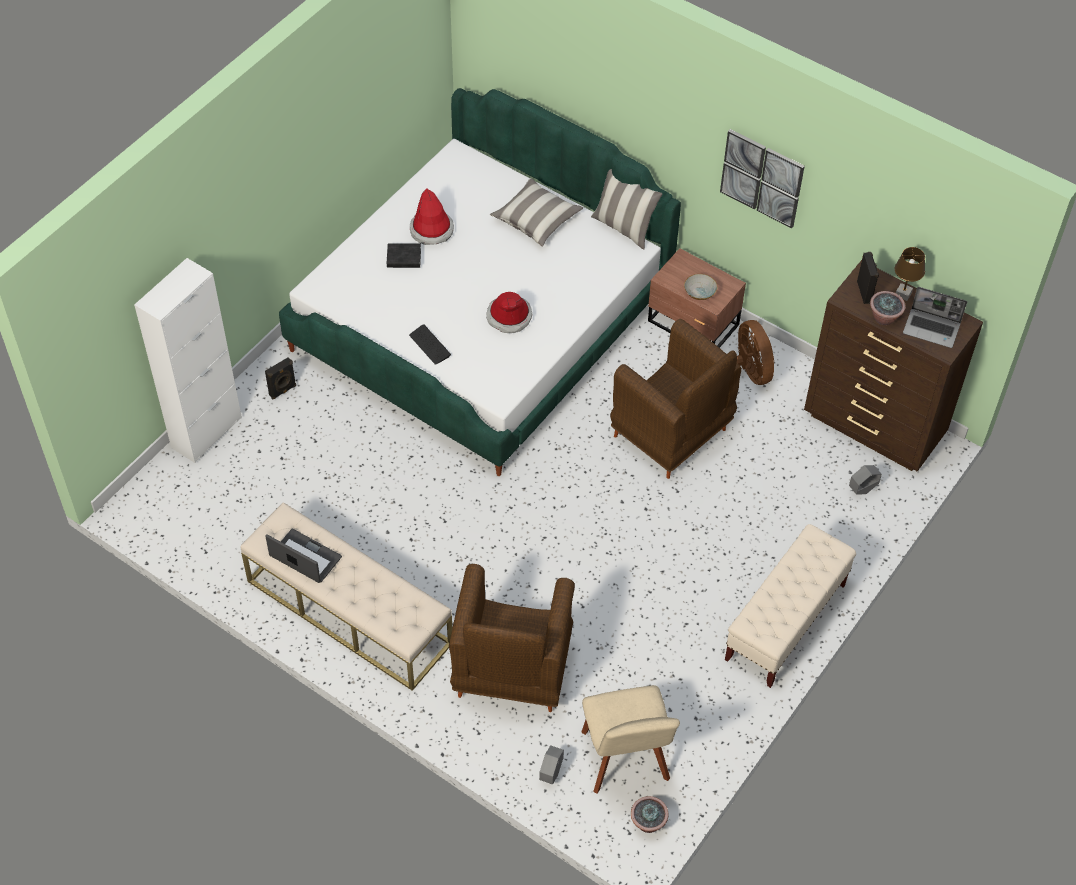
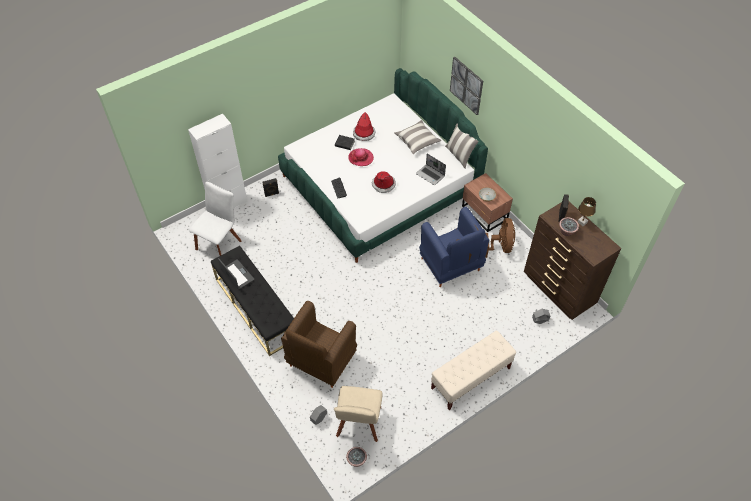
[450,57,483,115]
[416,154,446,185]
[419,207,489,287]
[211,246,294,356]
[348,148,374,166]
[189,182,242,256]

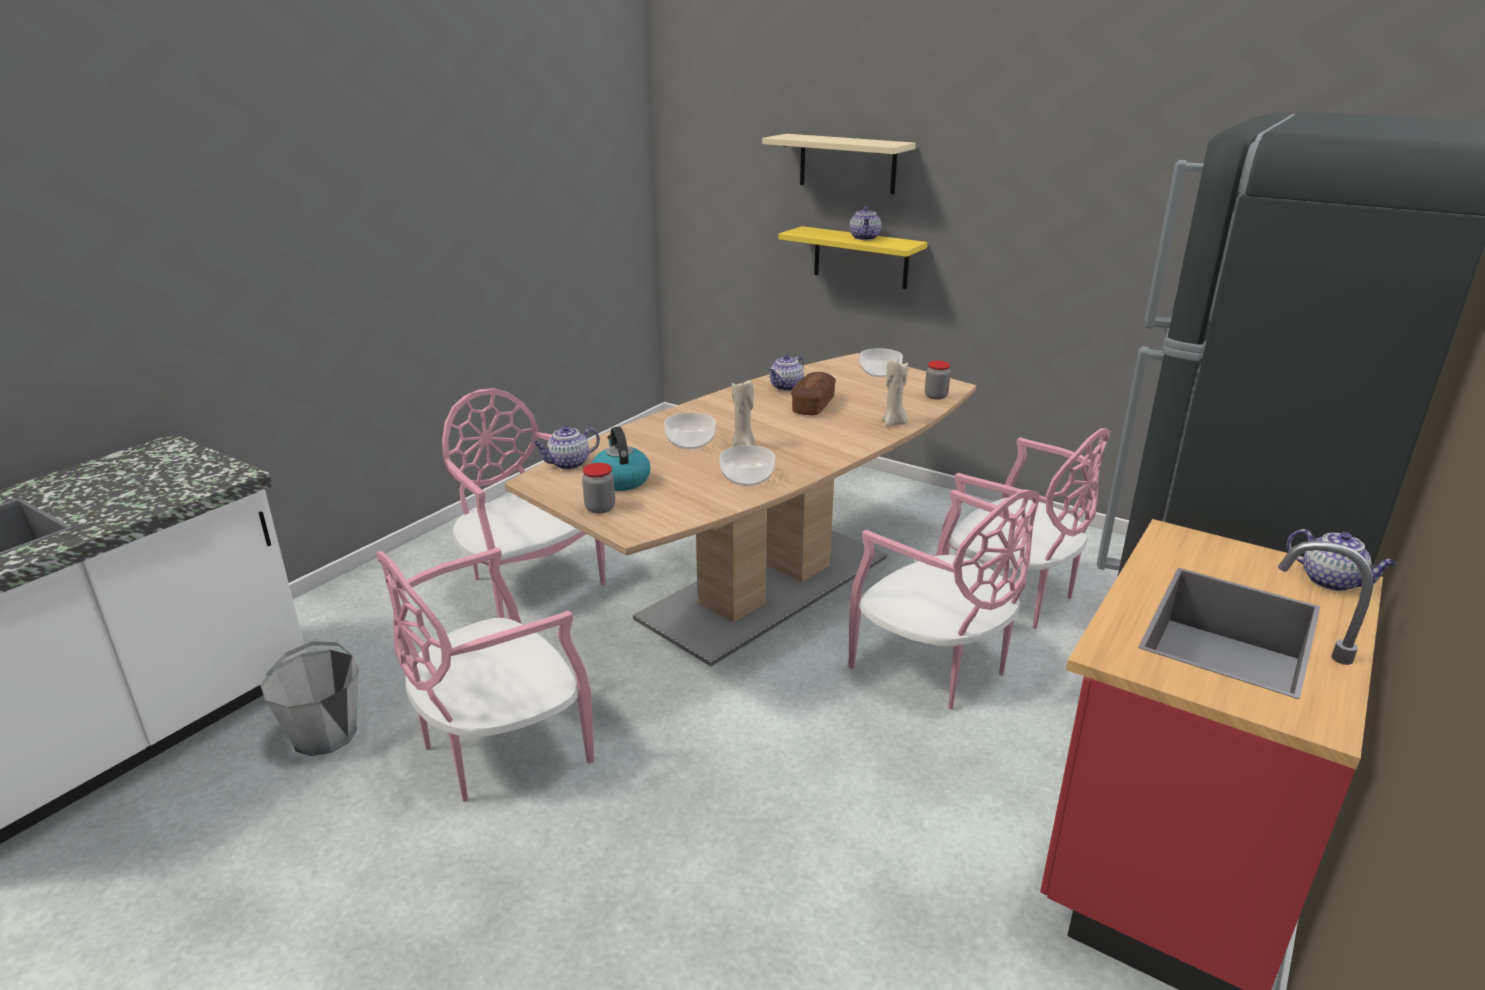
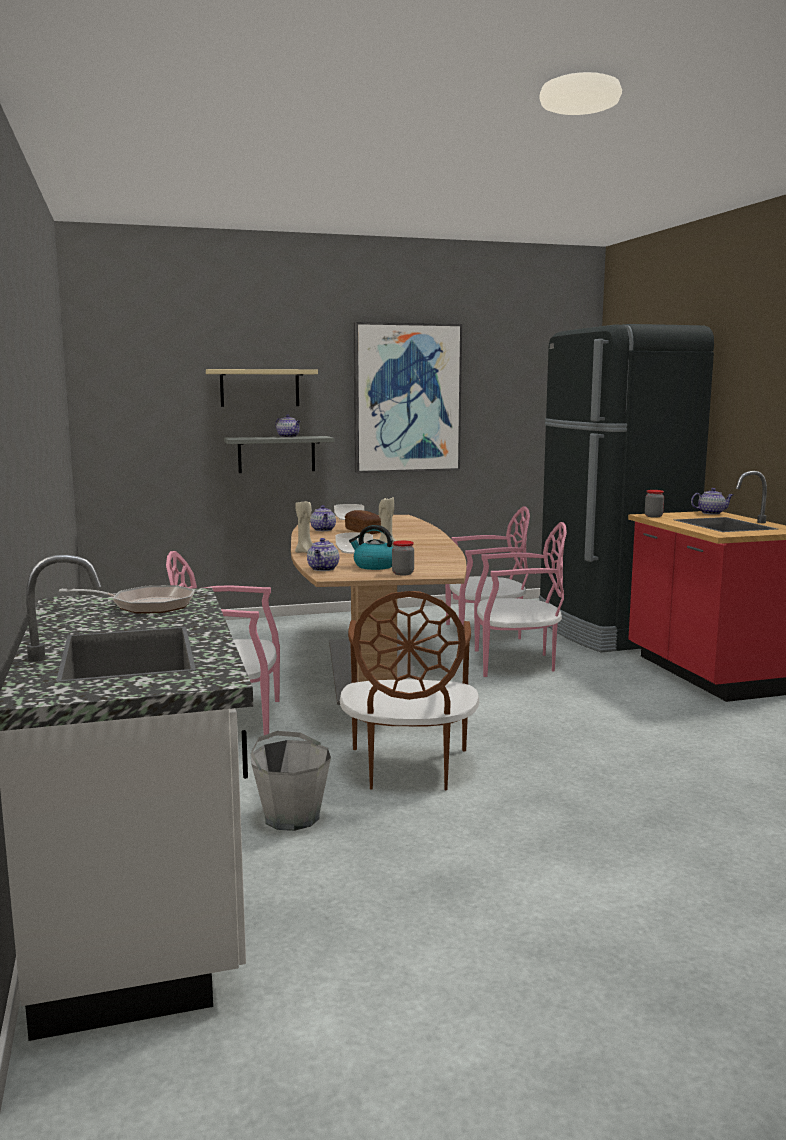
[224,436,334,473]
[295,501,313,553]
[645,490,664,518]
[720,445,775,486] (first image)
[340,591,479,790]
[354,322,462,473]
[59,585,195,613]

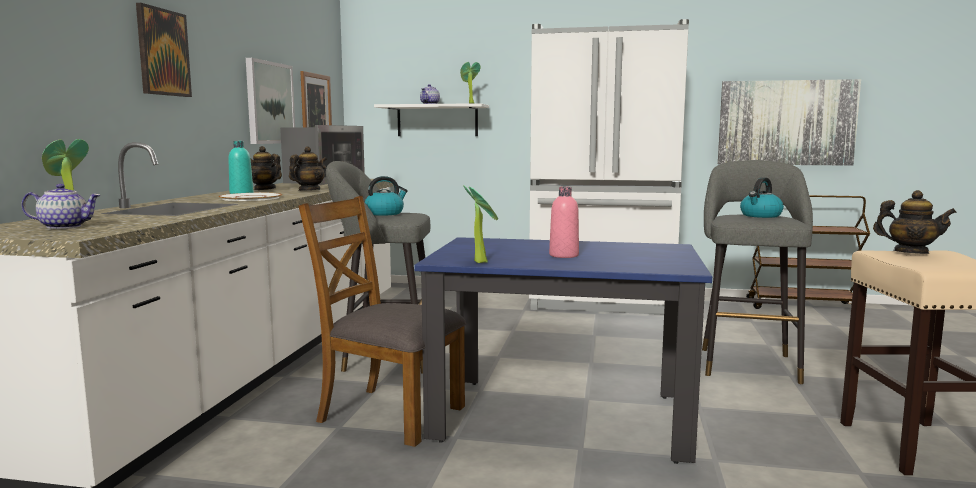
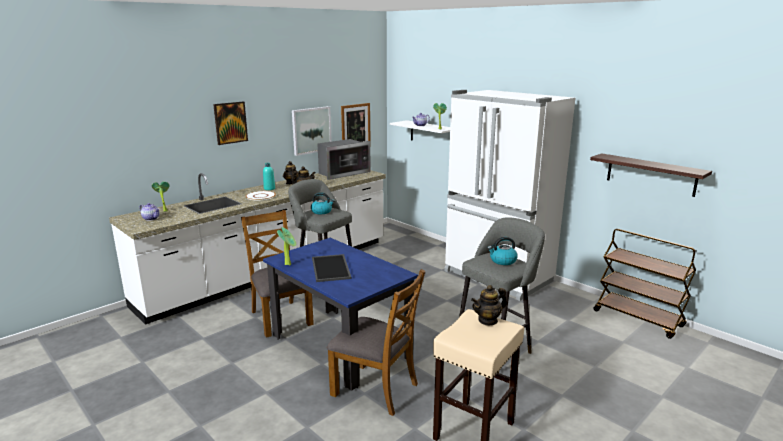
[590,153,712,197]
[312,254,352,282]
[471,285,507,326]
[327,269,425,416]

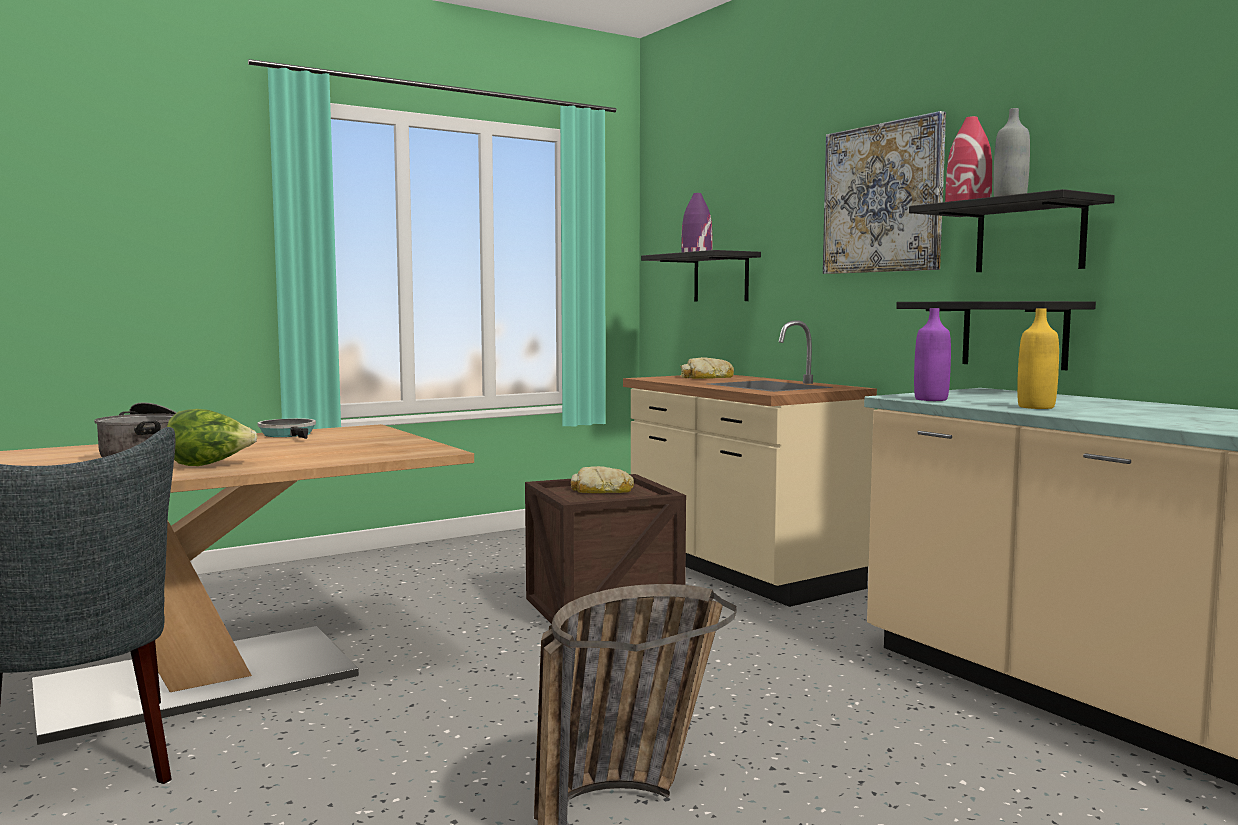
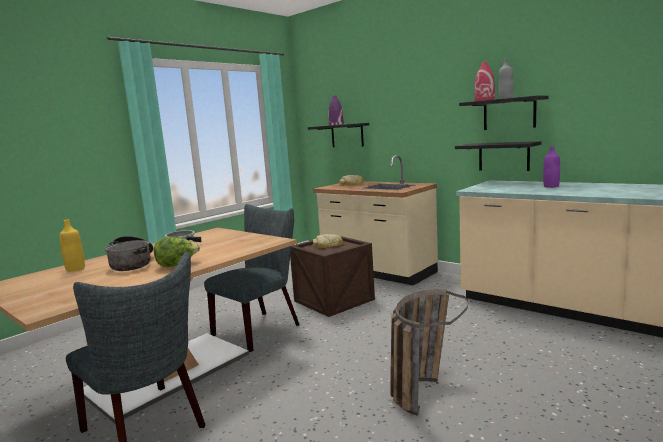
[823,111,946,274] (first image)
[543,146,560,188]
[59,219,85,272]
[204,204,299,352]

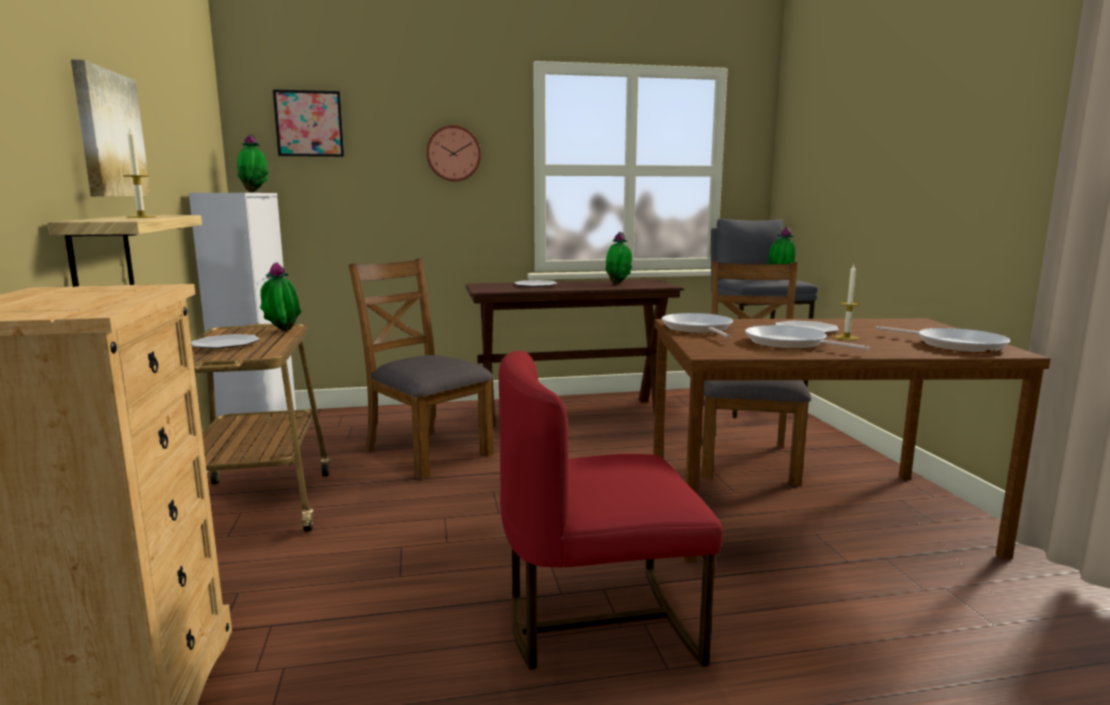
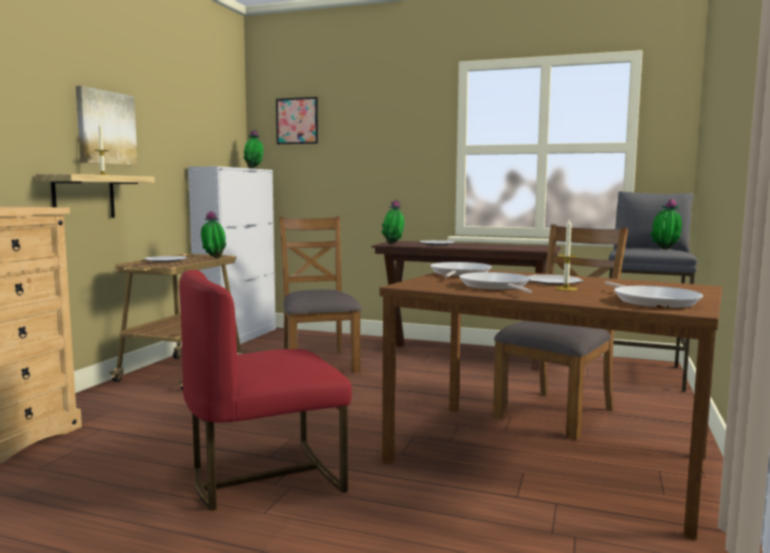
[426,125,481,182] (first image)
[382,200,404,244]
[179,270,352,511]

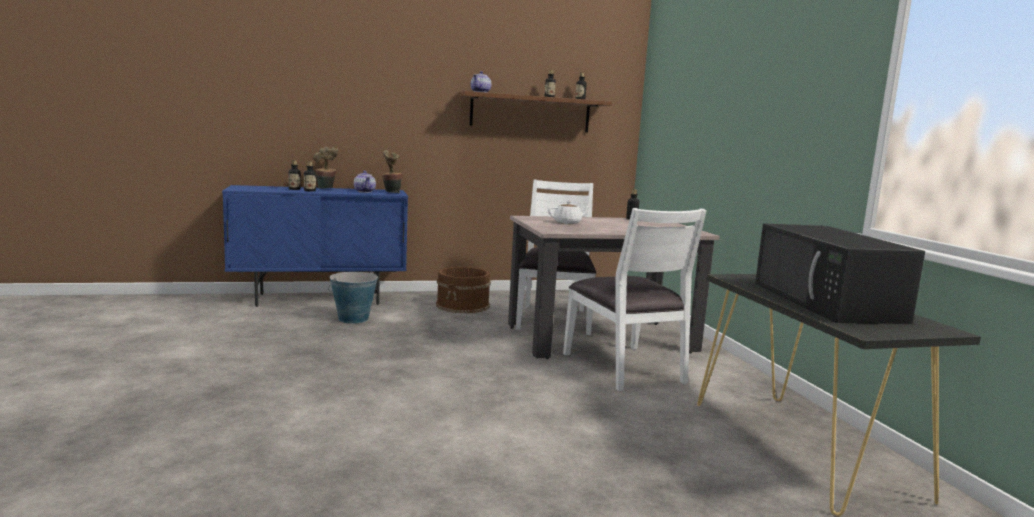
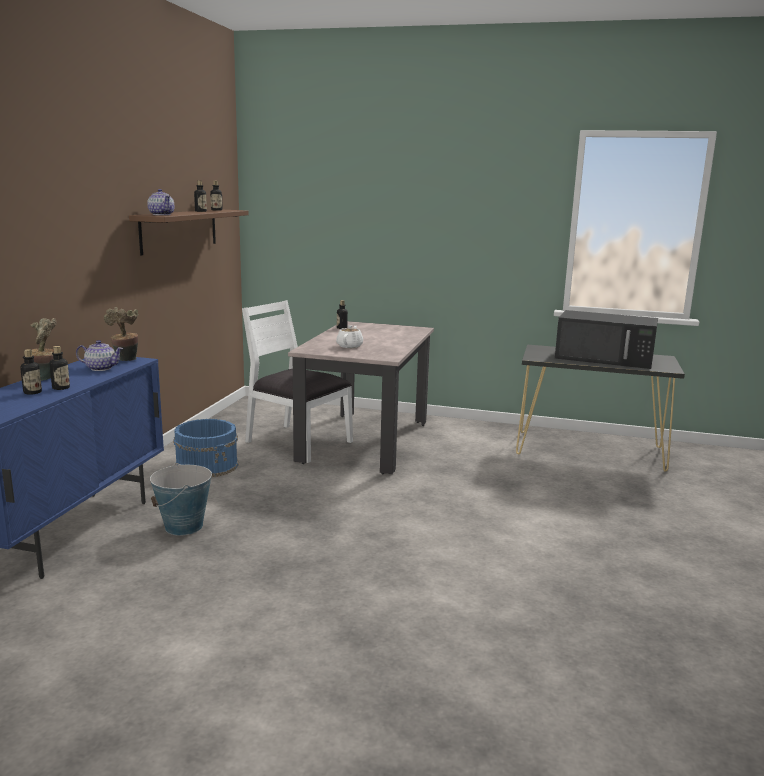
[563,208,706,391] (first image)
[173,419,239,477]

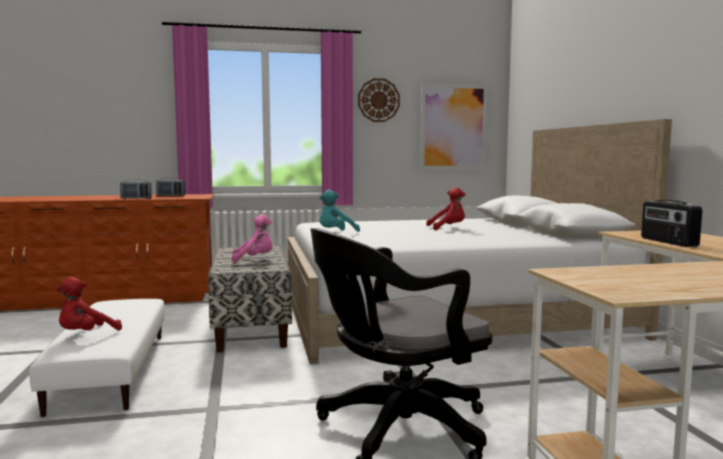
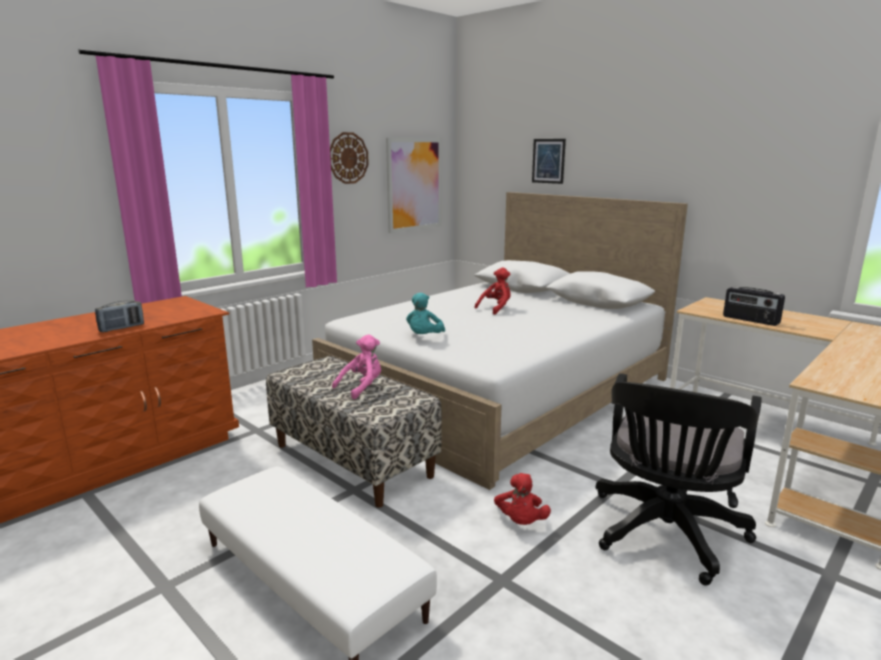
[156,178,185,196] (first image)
[494,473,551,525]
[532,139,566,184]

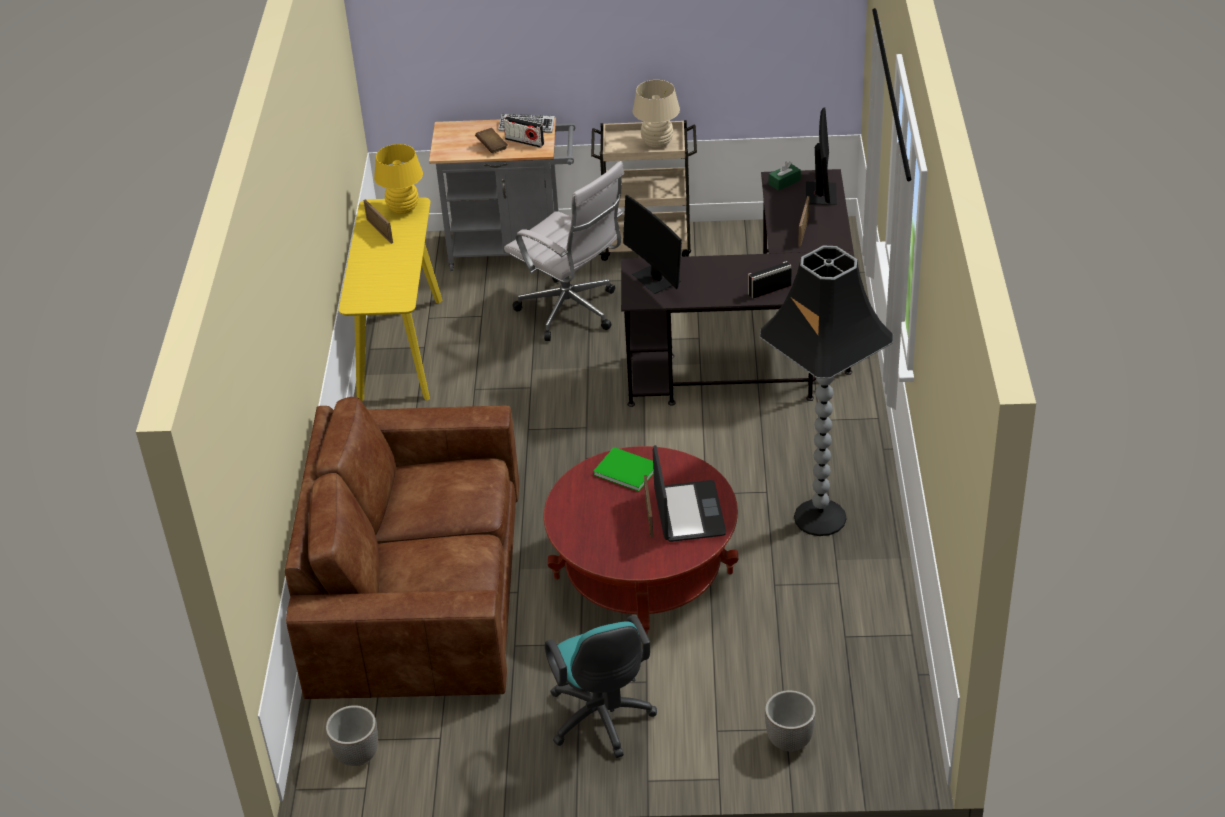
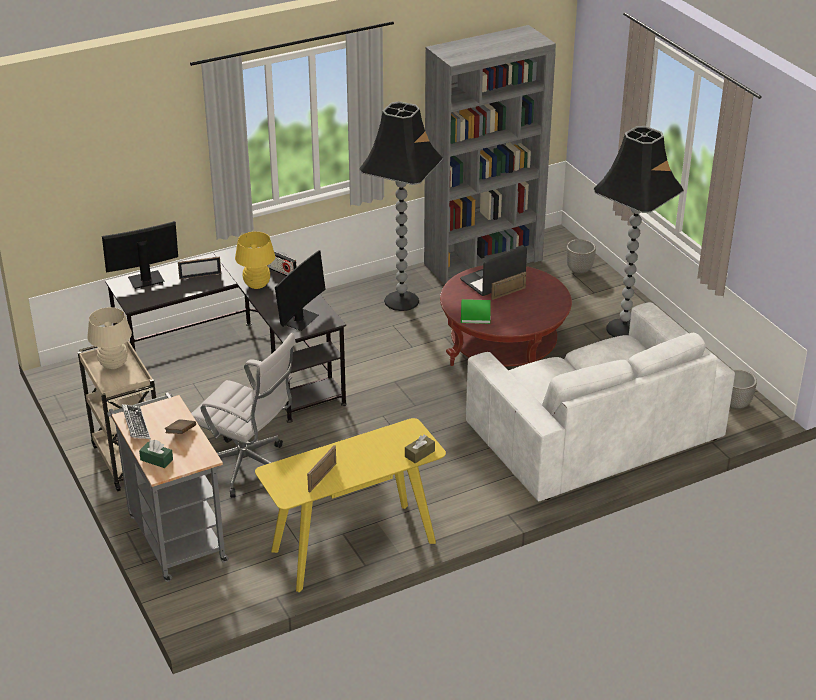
[503,116,544,148] (first image)
[235,232,275,289]
[191,333,296,498]
[139,440,173,468]
[466,302,735,501]
[594,126,684,337]
[424,25,556,285]
[405,434,435,463]

